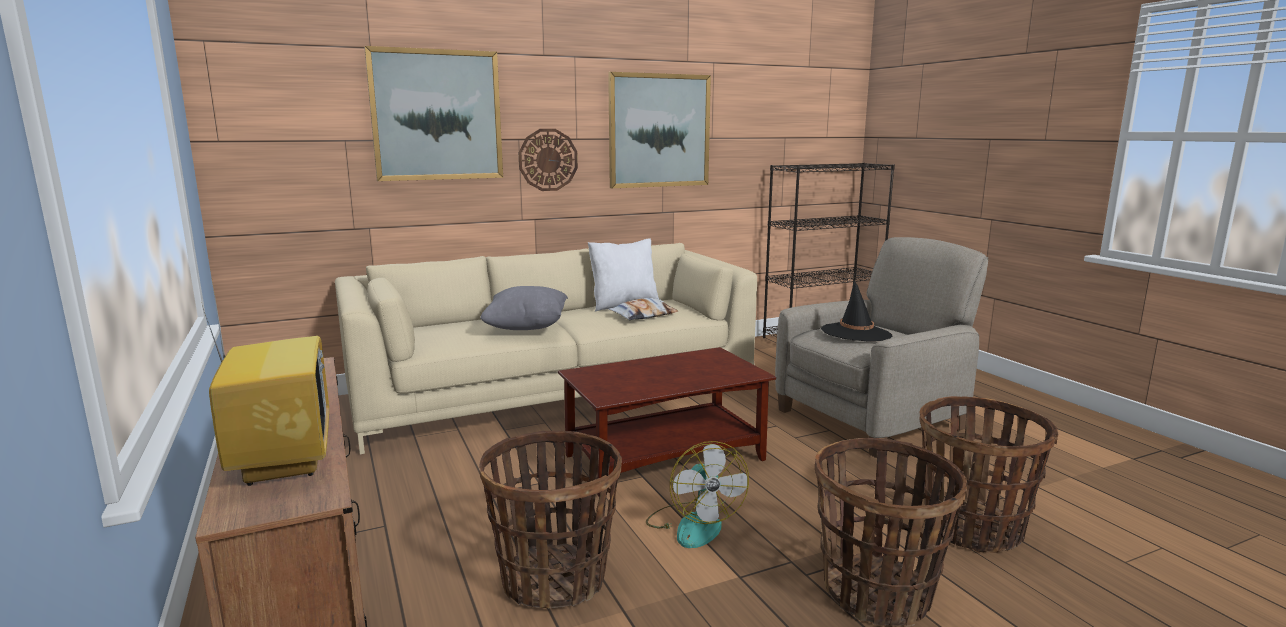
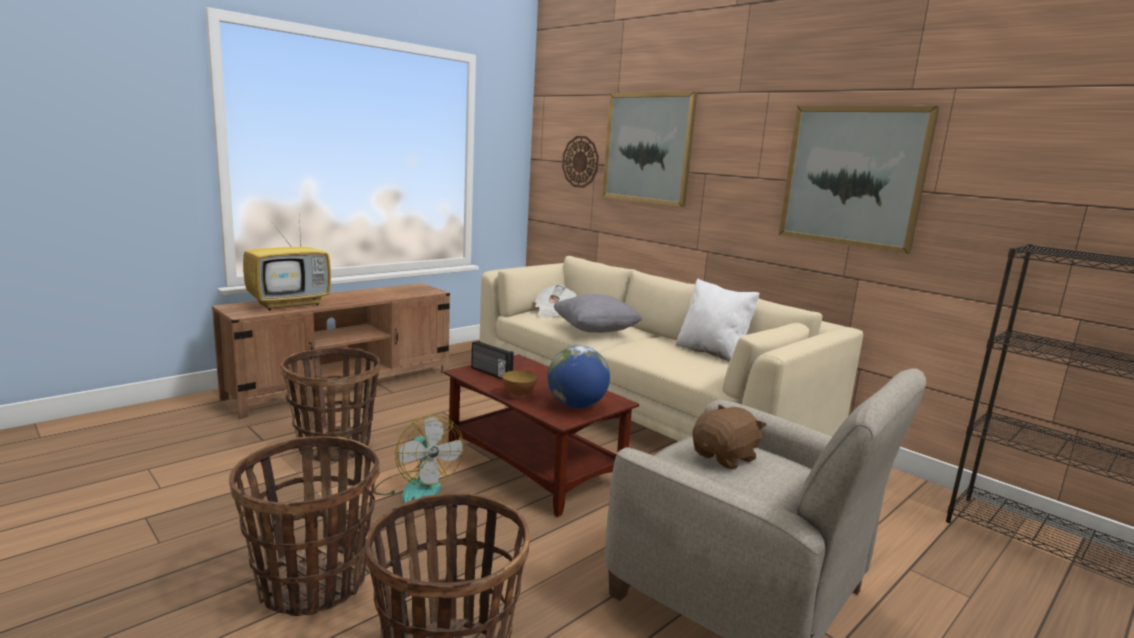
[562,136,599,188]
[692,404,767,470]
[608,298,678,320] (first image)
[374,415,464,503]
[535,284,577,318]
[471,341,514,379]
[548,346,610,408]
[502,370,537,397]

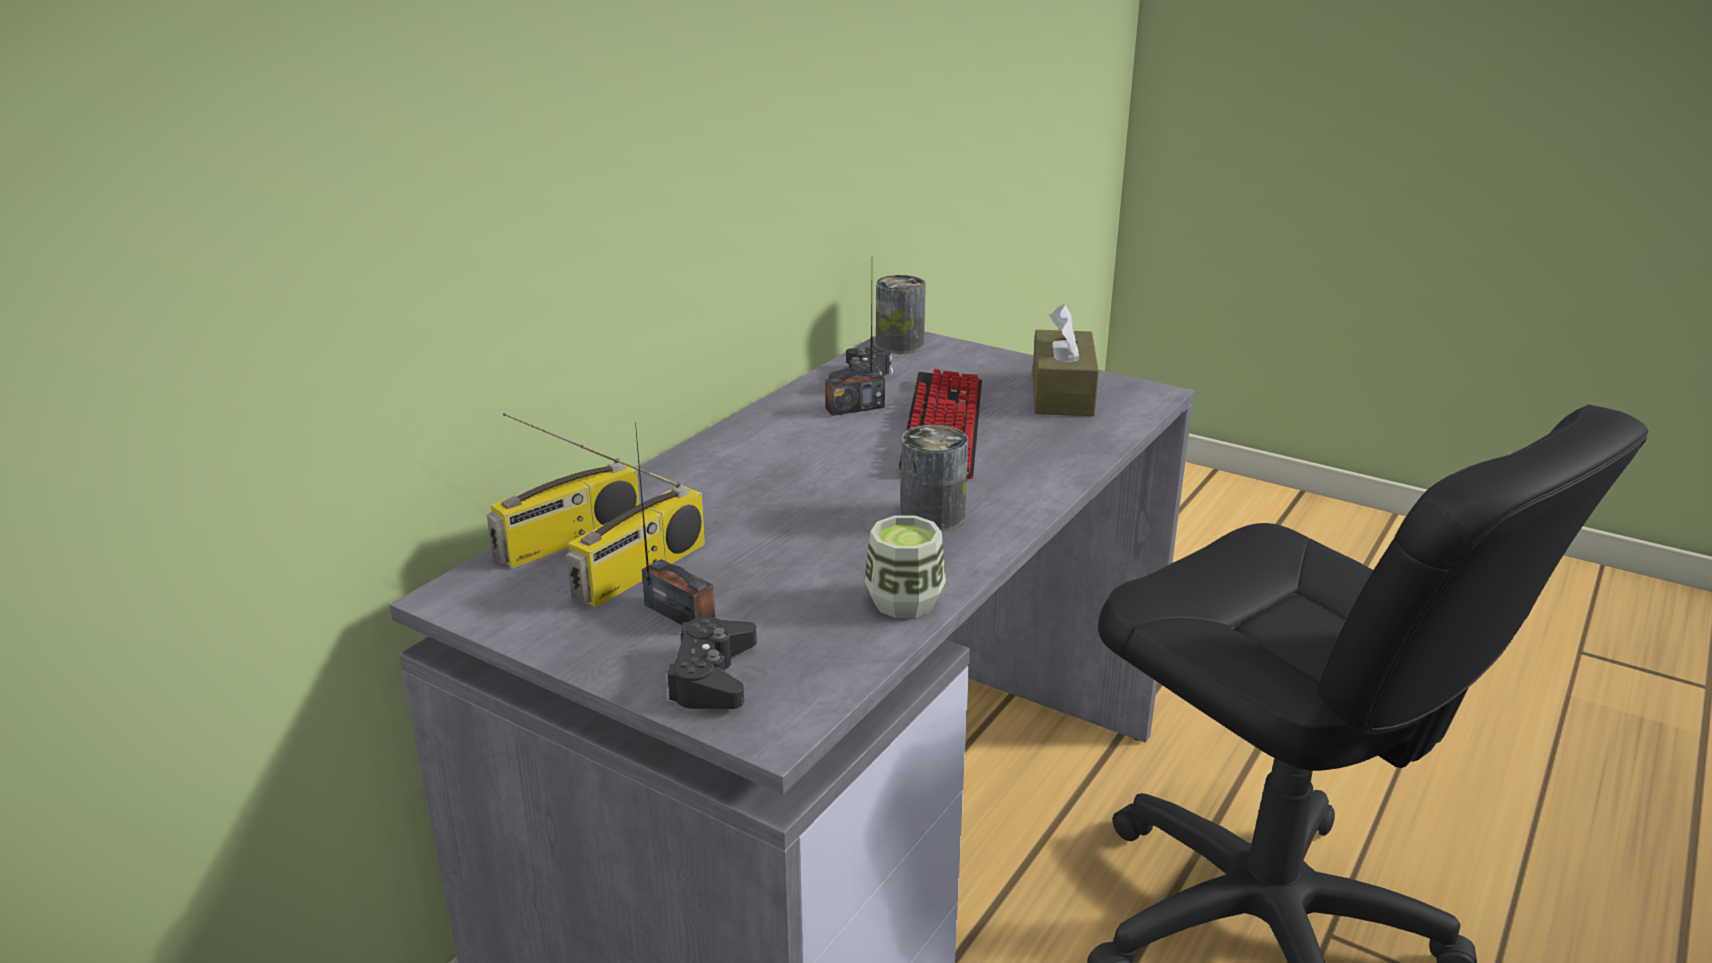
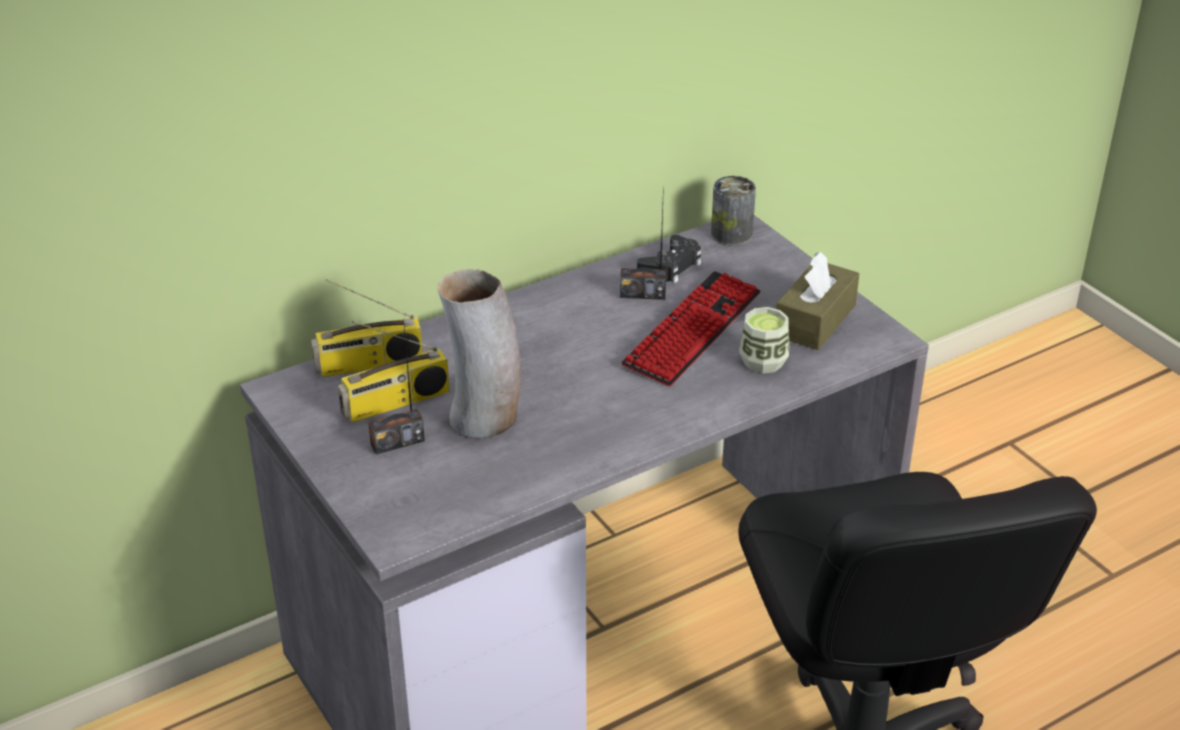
[368,328,425,454]
[900,425,968,532] (first image)
[739,307,789,374]
[666,616,757,709] (first image)
[438,269,521,438]

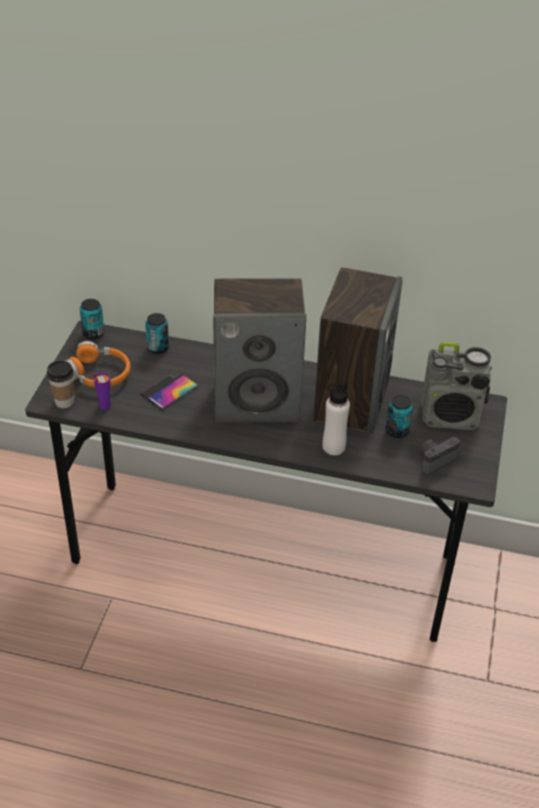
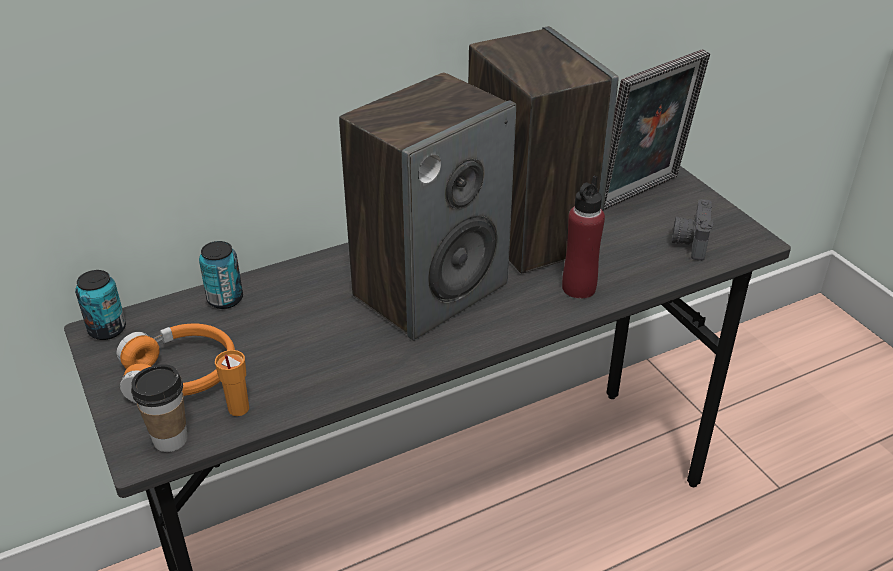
[603,49,710,211]
[140,371,199,409] (first image)
[215,350,249,416]
[562,176,605,299]
[386,395,413,438] (first image)

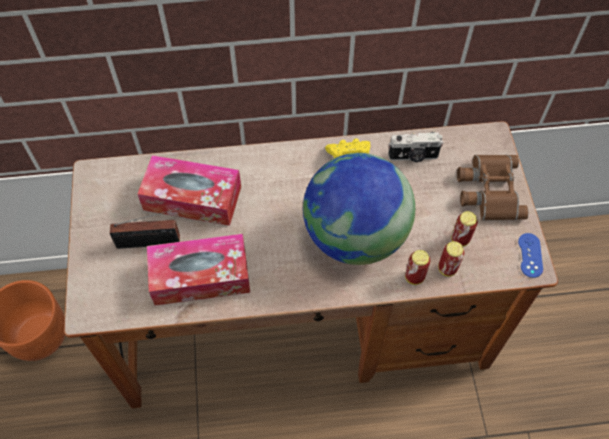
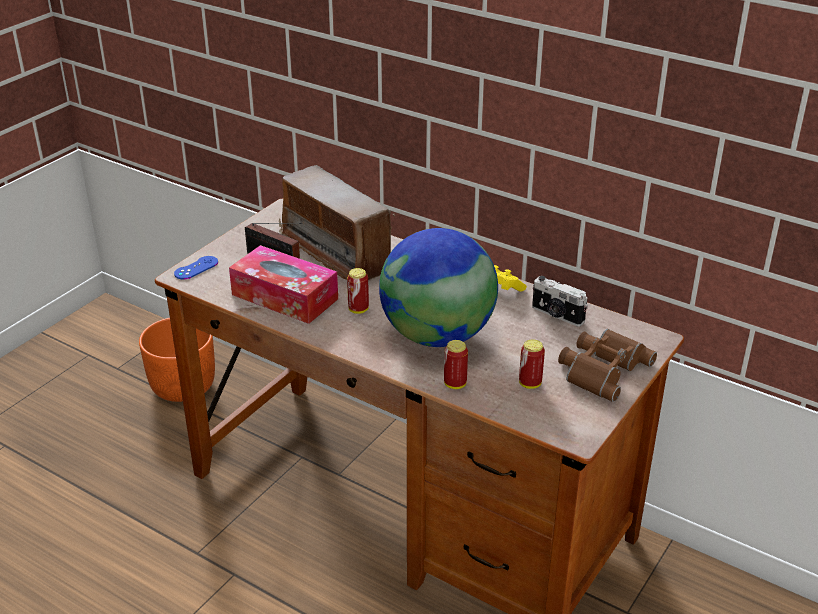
[279,165,394,281]
[174,256,218,279]
[347,268,369,314]

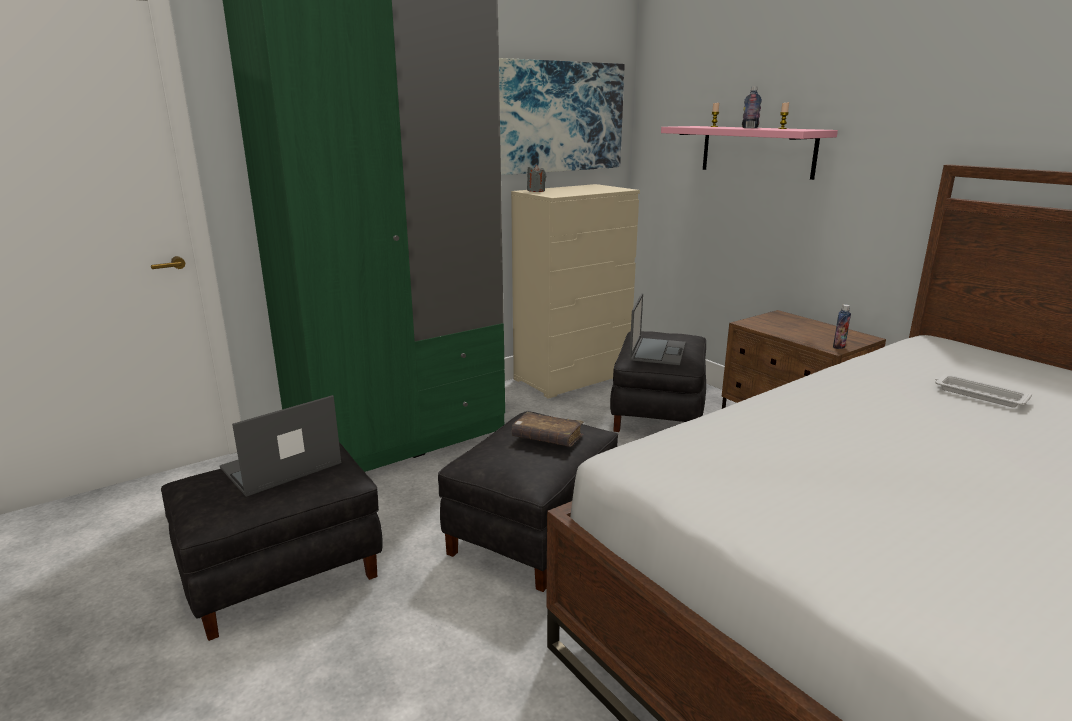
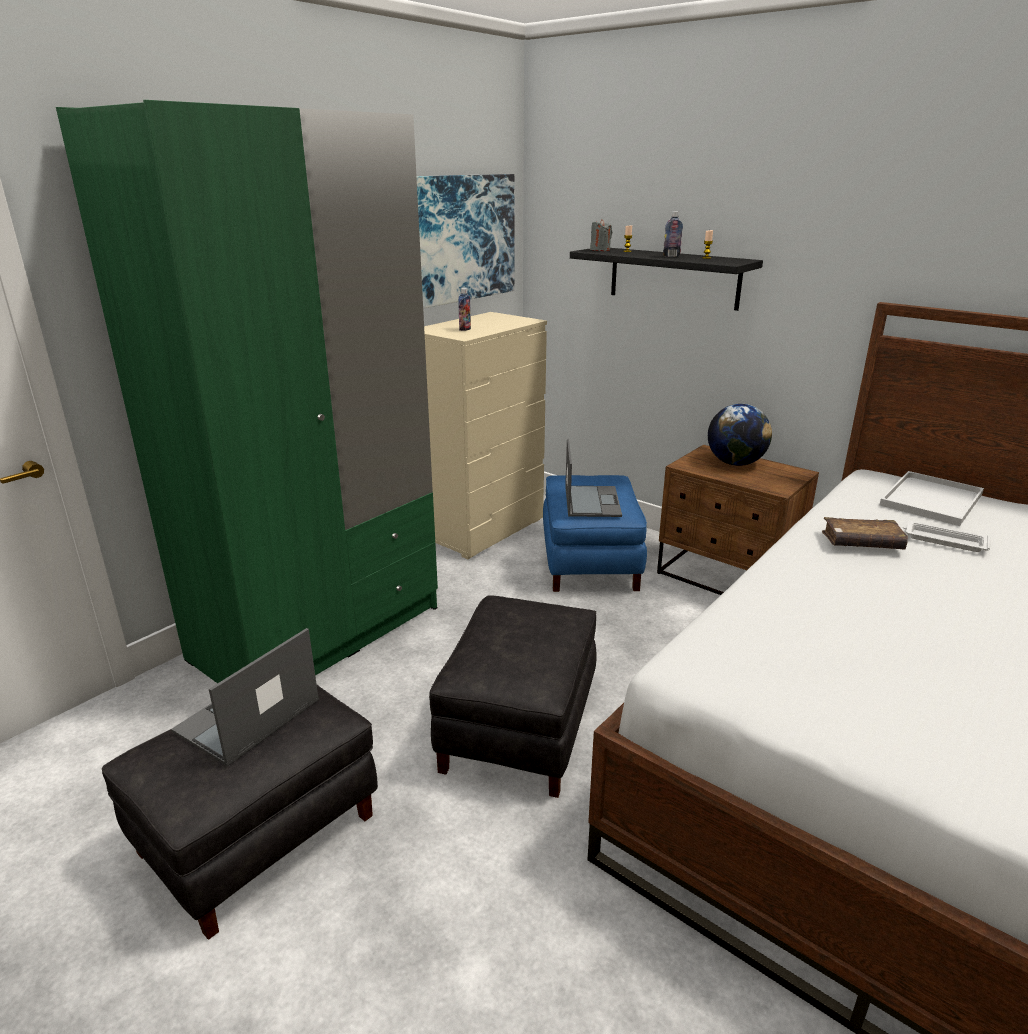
[570,248,763,311]
[590,219,612,251]
[458,288,471,331]
[543,475,647,592]
[822,517,908,549]
[708,404,772,466]
[880,471,984,526]

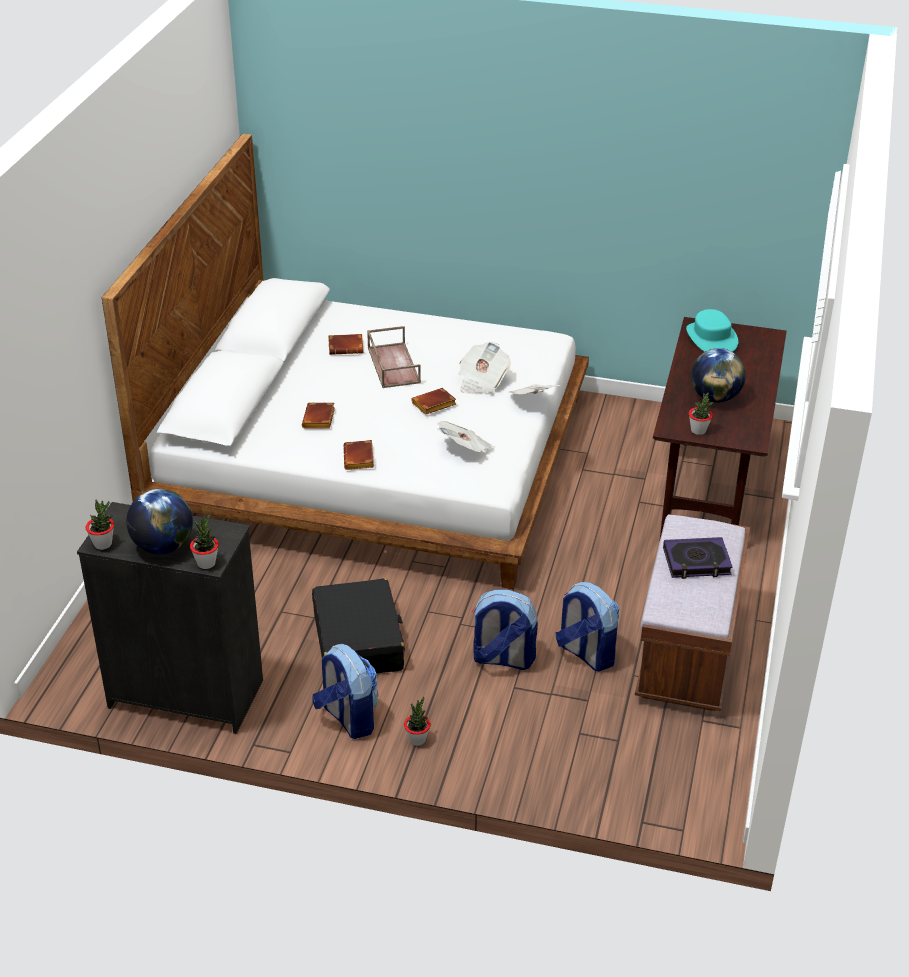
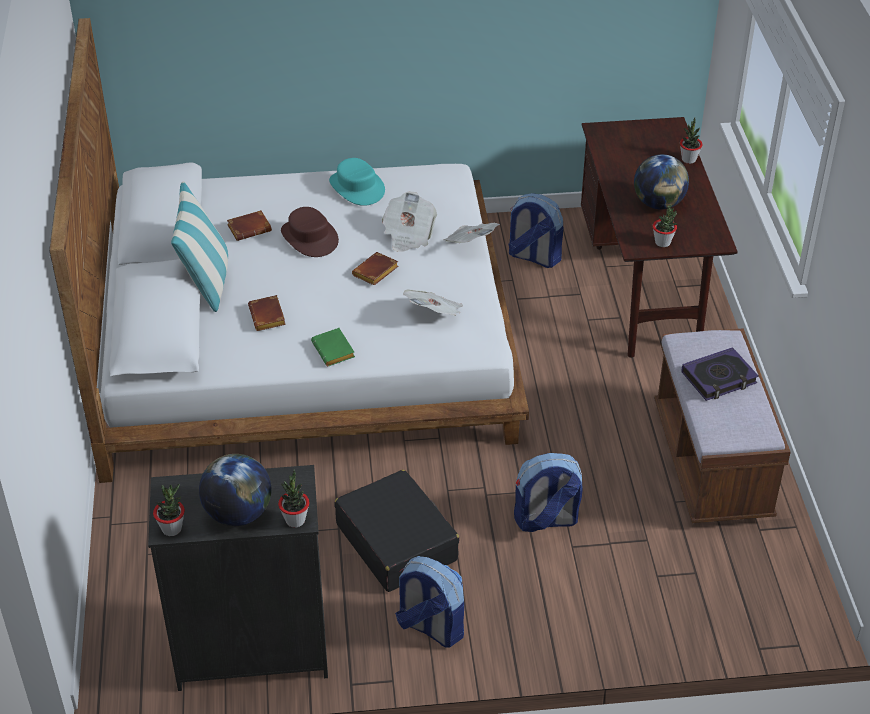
[329,158,385,206]
[281,207,339,257]
[311,328,355,366]
[508,193,563,268]
[680,117,703,164]
[171,181,228,312]

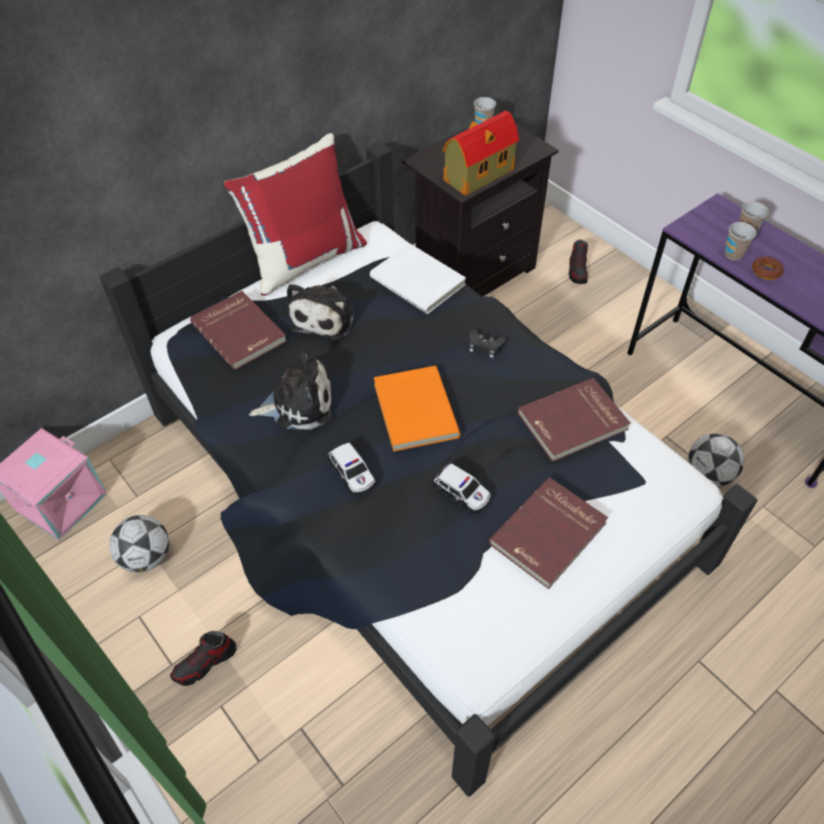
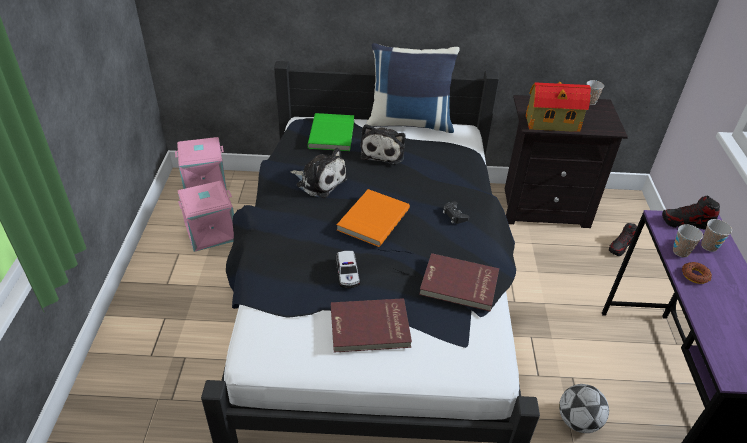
[366,43,460,133]
[370,243,466,314] (first image)
[360,124,406,165]
[307,113,354,151]
[328,443,376,495] (first image)
[178,181,234,252]
[662,195,720,230]

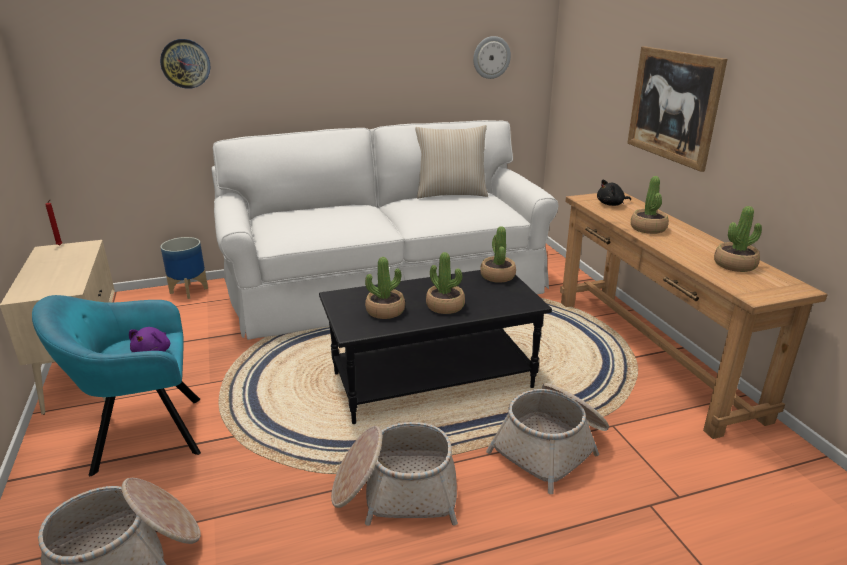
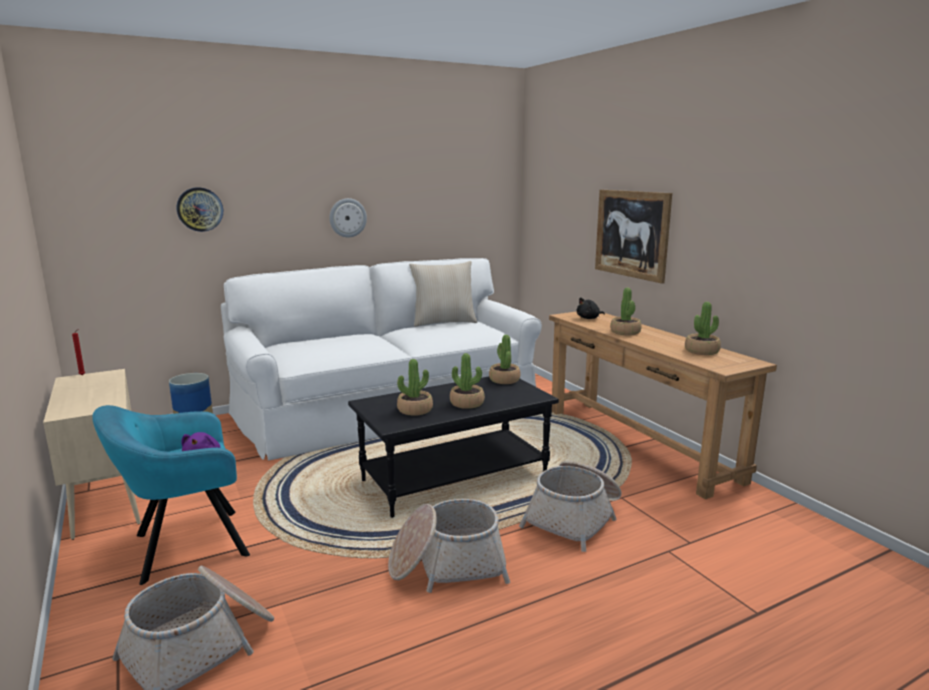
[329,198,367,238]

